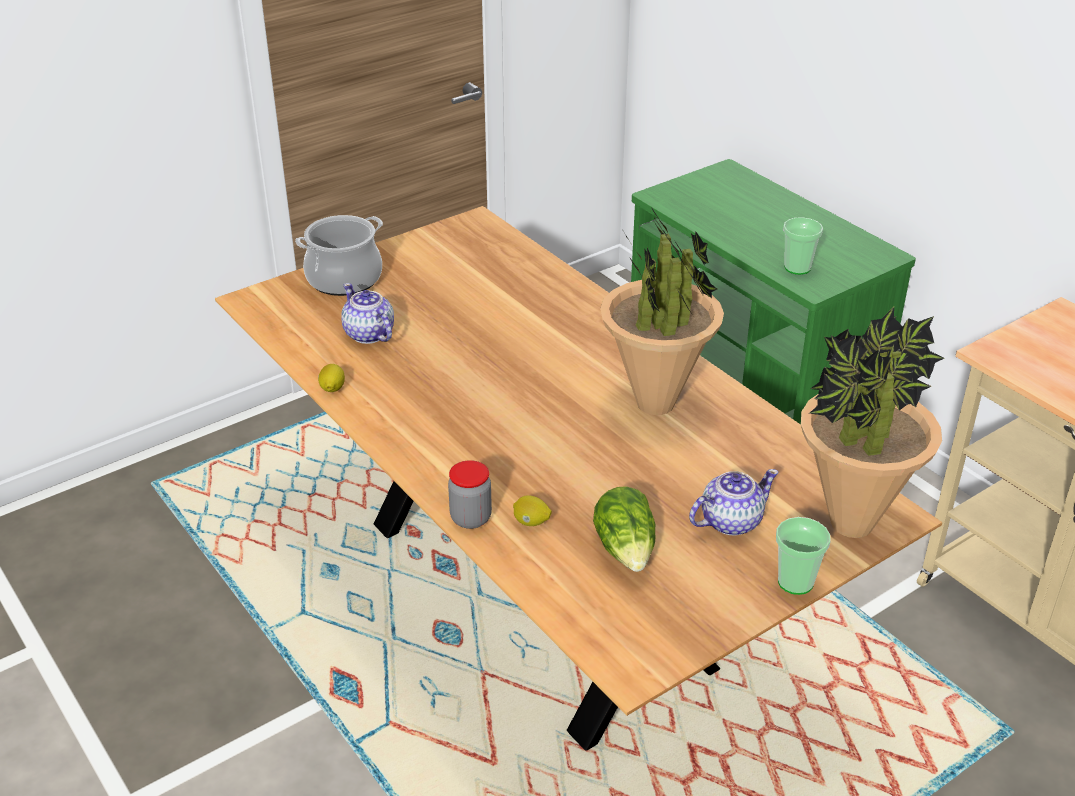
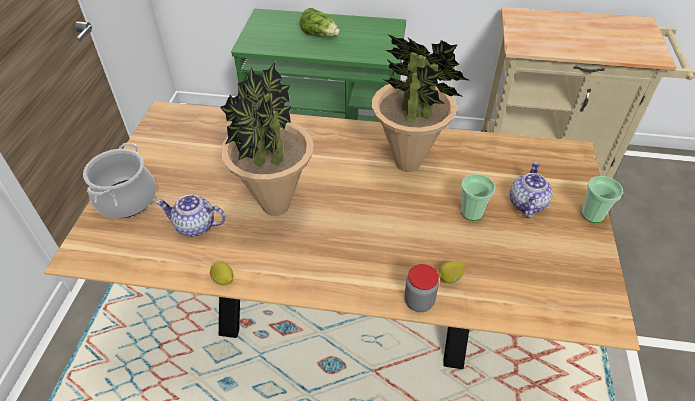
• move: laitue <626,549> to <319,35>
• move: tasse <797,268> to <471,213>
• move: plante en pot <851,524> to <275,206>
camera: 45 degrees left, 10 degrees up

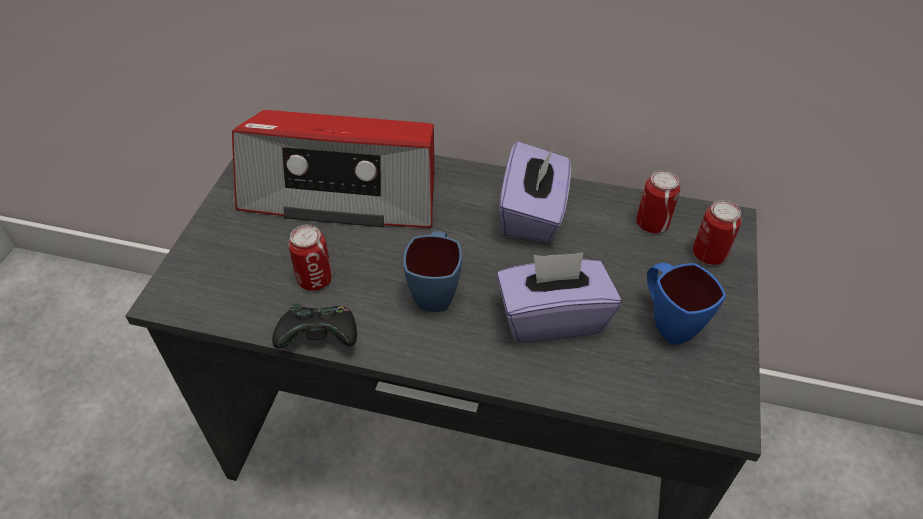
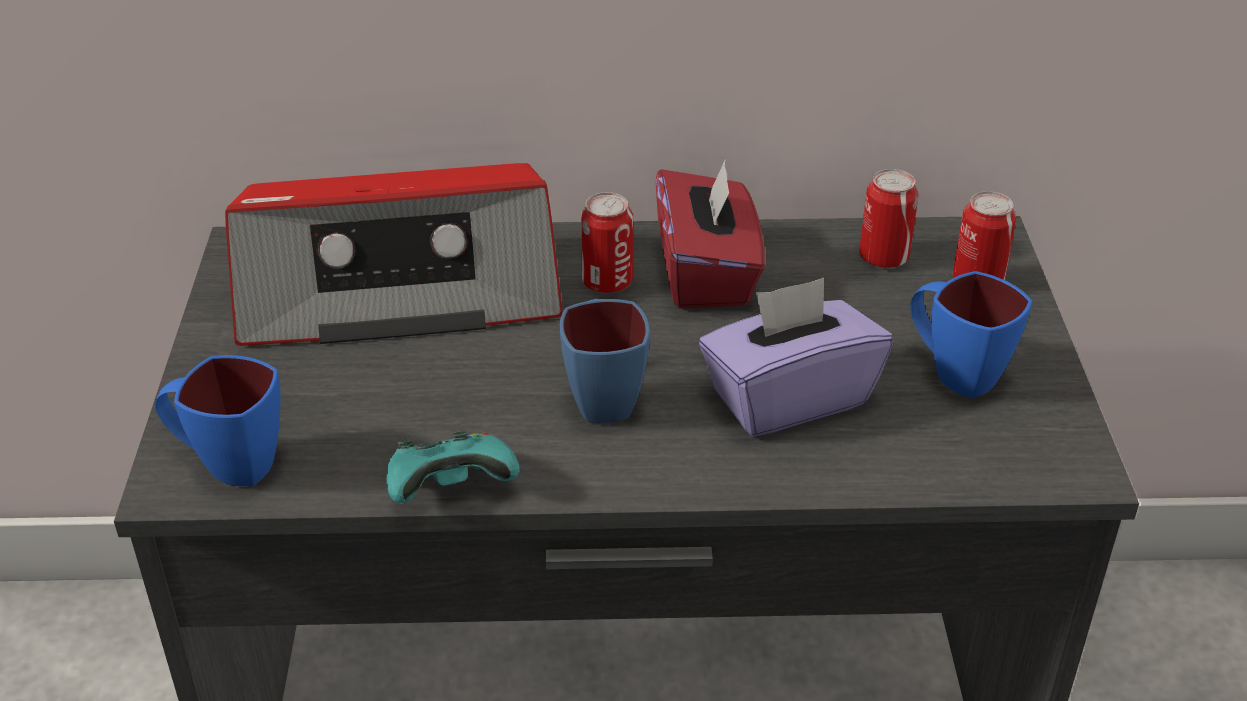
• recolor: manette (noir) <320,338> to manette (turquoise) <451,489>
• move: boîte métallique <315,279> to <607,282>
• recolor: boîte à mouchoirs (violet) <533,214> to boîte à mouchoirs (rouge) <707,274>
• insert: mug (bleu) <228,464>
camera: 15 degrees left, 10 degrees down

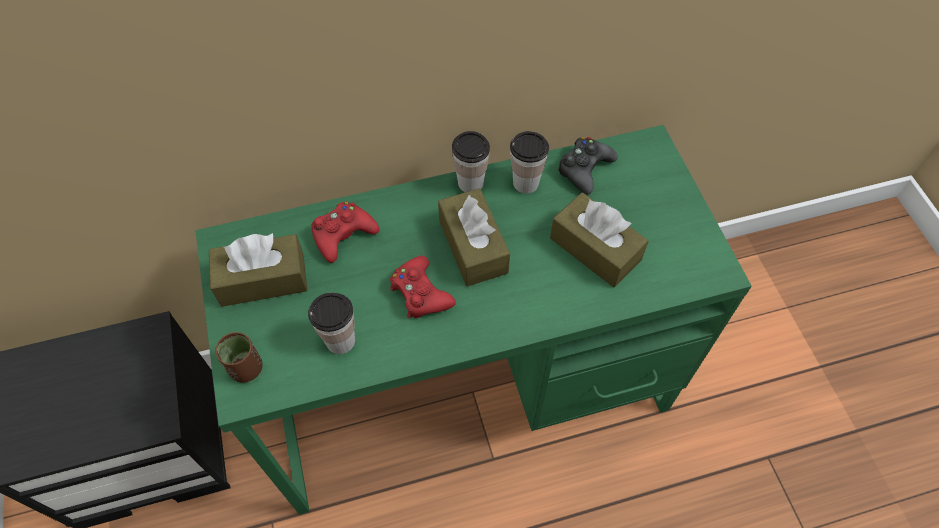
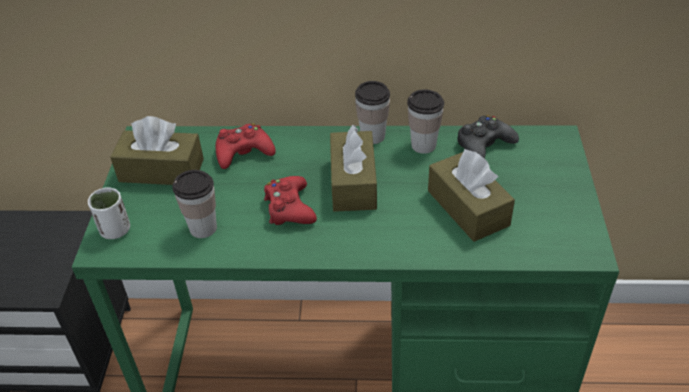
• recolor: tasse (marron) <246,368> to tasse (blanc) <115,230>
camera: 20 degrees right, 15 degrees down

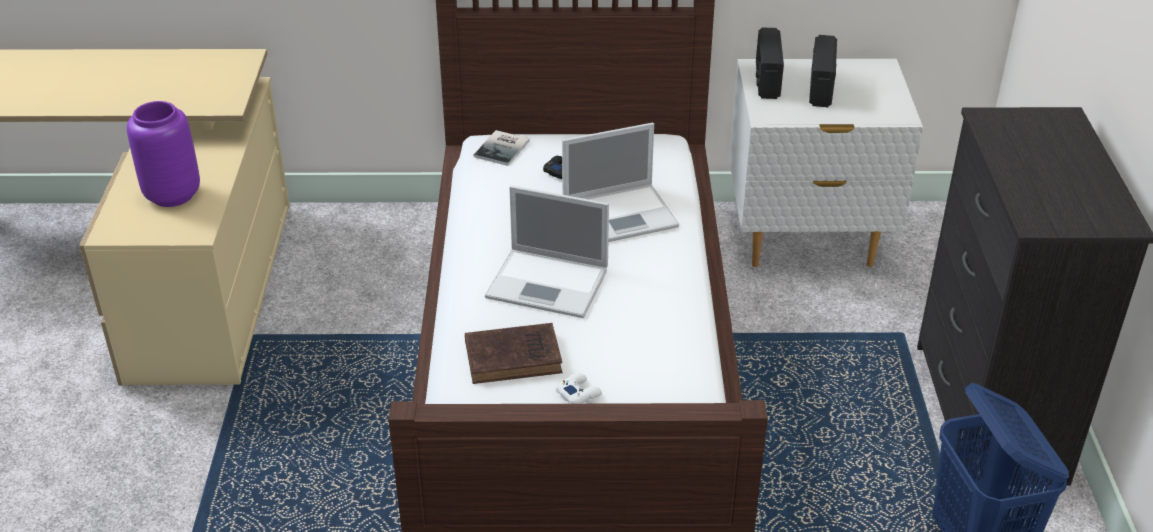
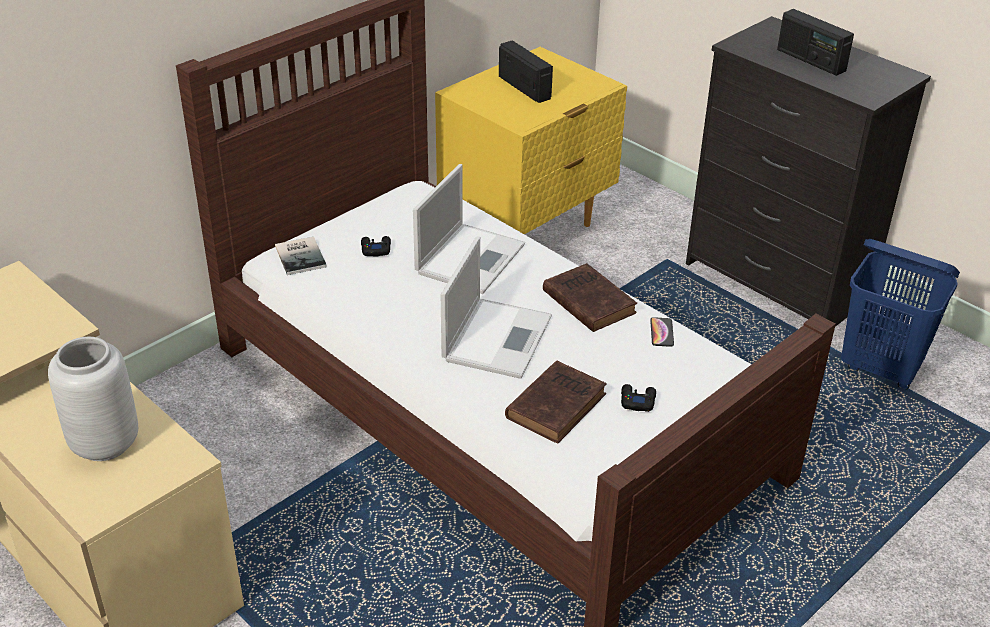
• recolor: vase (violet) <172,196> to vase (gris) <105,444>
• rotate: ordinateur portable <549,283> = <497,337> 45 degrees counterclockwise
• recolor: manette (blanc) <578,393> to manette (noir) <637,401>
• recolor: table de chevet (blanc) <807,241> to table de chevet (jaune) <526,230>
• move: radio <766,80> to <810,60>
• insert: livre (marron) <587,301>
• insert: téléphone <661,332>
camera: 45 degrees left, 0 degrees up

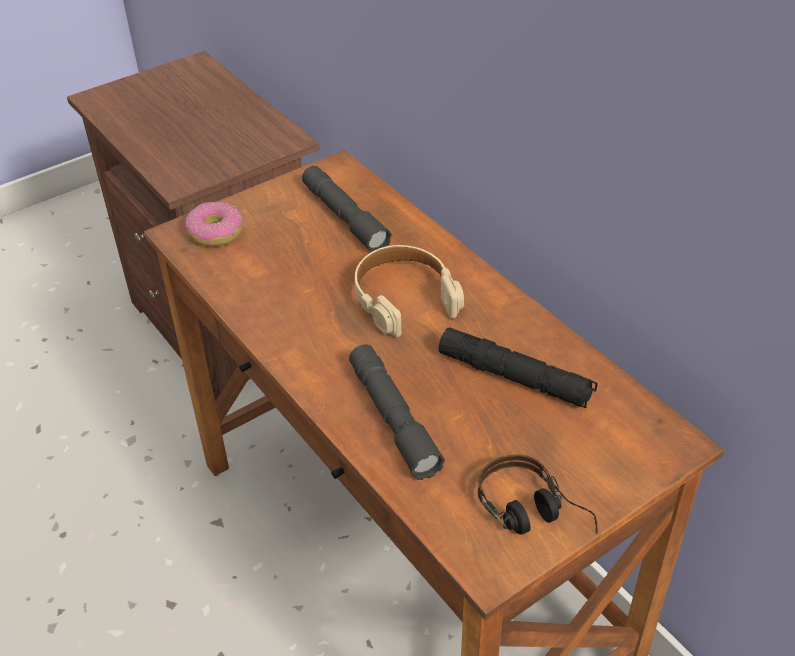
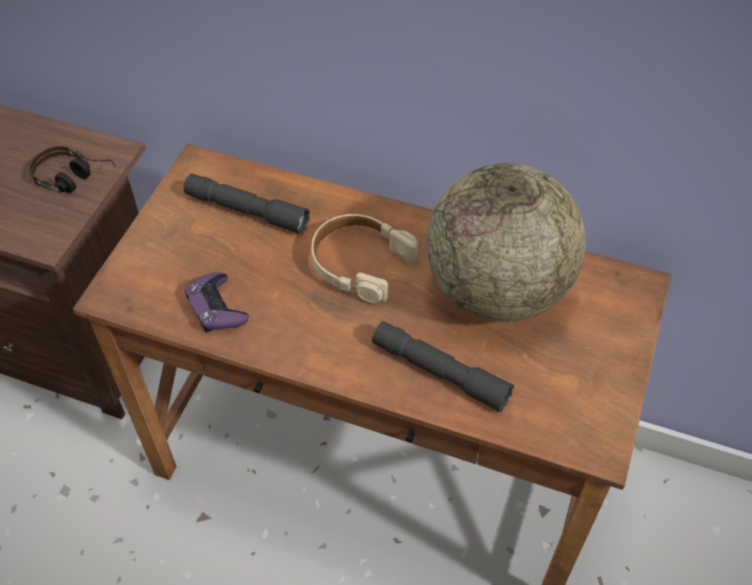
• delete: beignet <215,232>
• replace: lampe de poche (noir) <515,377> to globe <497,290>
• move: casque audio <534,517> to <76,180>
• insert: manette (violet) <216,307>
camera: 35 degrees left, 10 degrees up

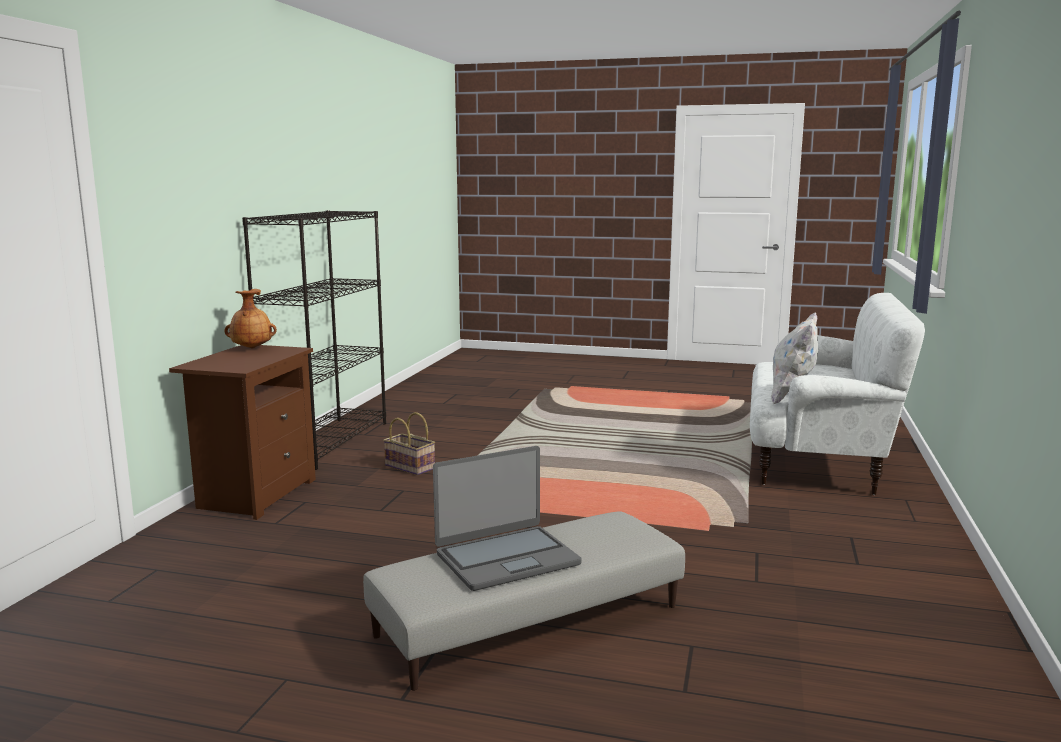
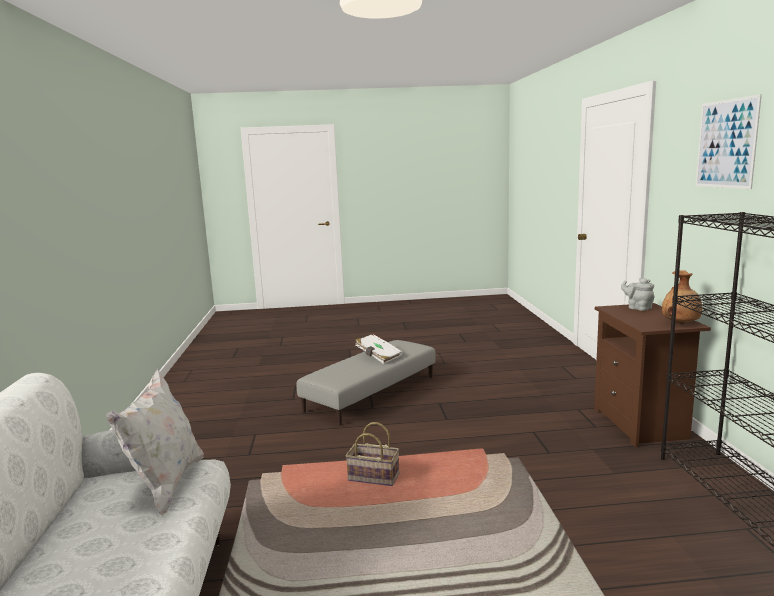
• move: panier <411,467> to <372,478>
• replace: ordinateur portable <506,558> to livre (blanc) <378,357>
• insert: théière (gris) <638,308>
• insert: tableau <726,144>
camera: 160 degrees right, 0 degrees up

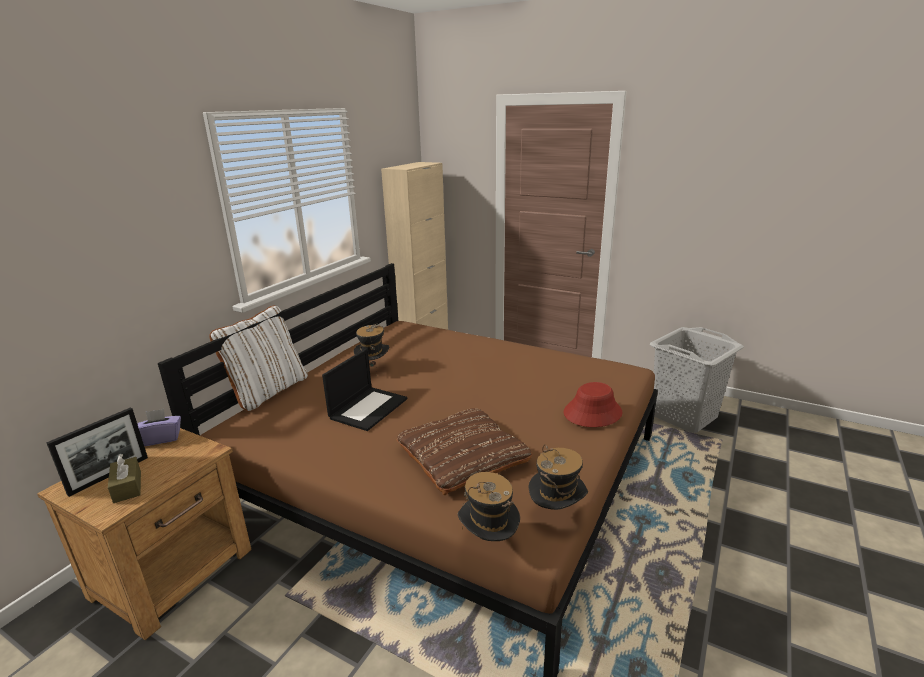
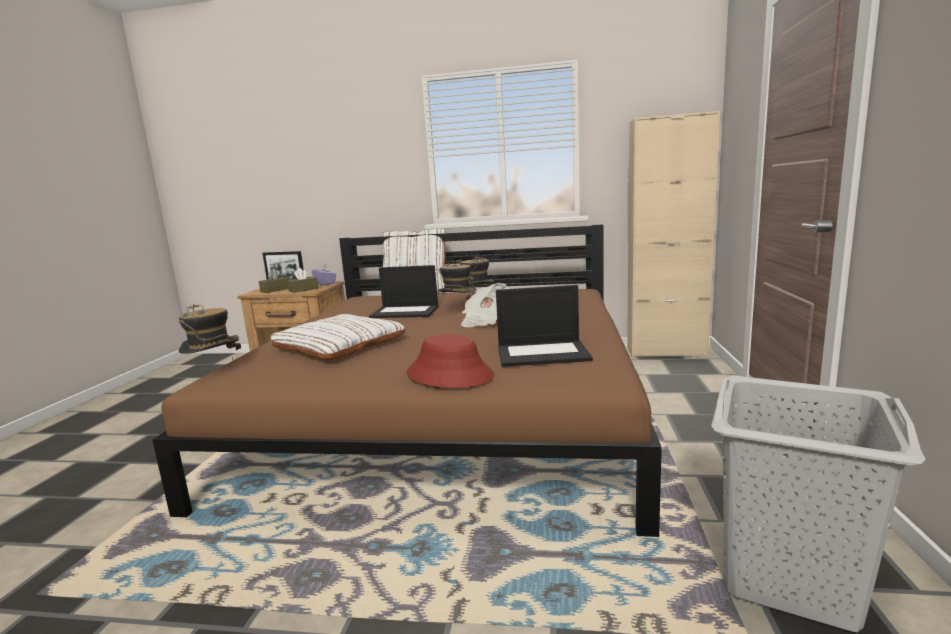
• recolor: coussin (marron) <462,456> to coussin (blanc) <340,345>
• move: chapeau <556,514> to <458,309>
• insert: boîte à mouchoirs (marron) <303,290>
• insert: journal <487,321>
• insert: ordinateur portable <543,353>
camera: 70 degrees right, 10 degrees down

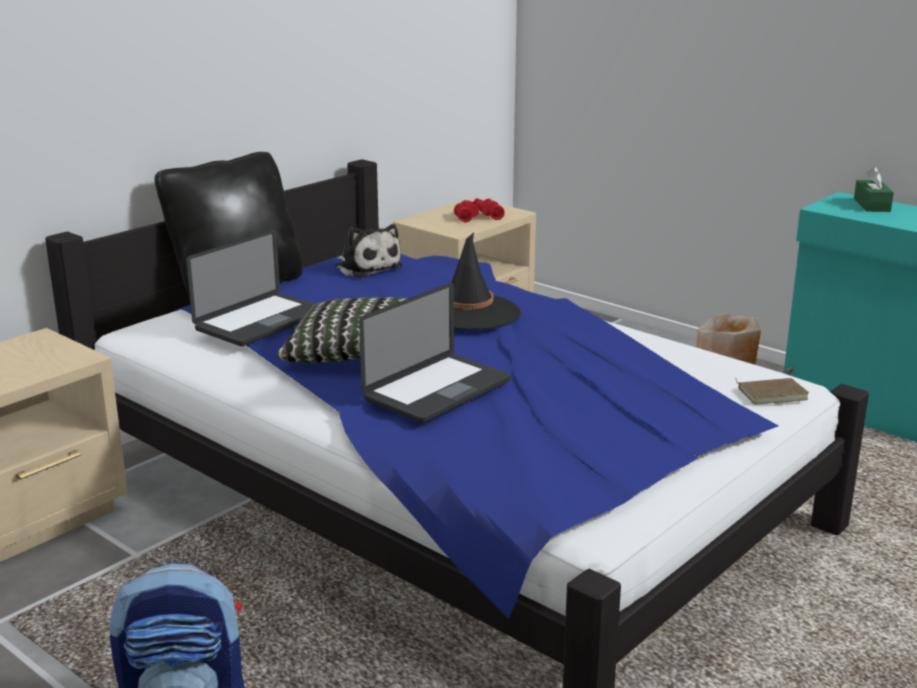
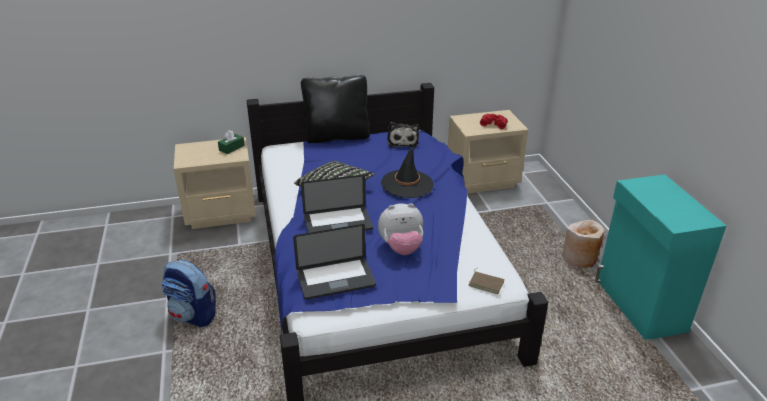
• move: ordinateur portable <261,322> to <335,279>
• move: boîte à mouchoirs (vert) <871,205> to <231,148>
• insert: peluche <401,248>
camera: 35 degrees right, 10 degrees up

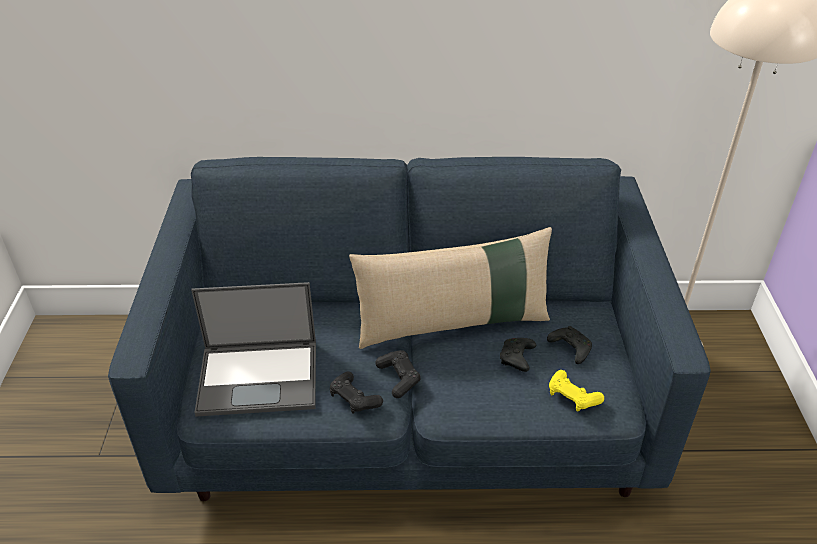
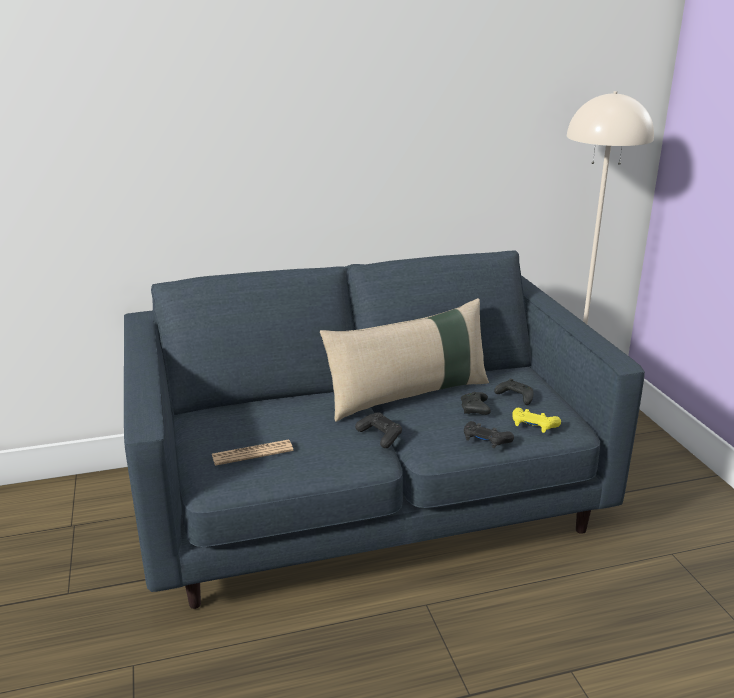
• replace: ordinateur portable <260,377> to journal <252,453>
• move: manette (noir) <354,399> to <485,441>
camera: 15 degrees left, 15 degrees down

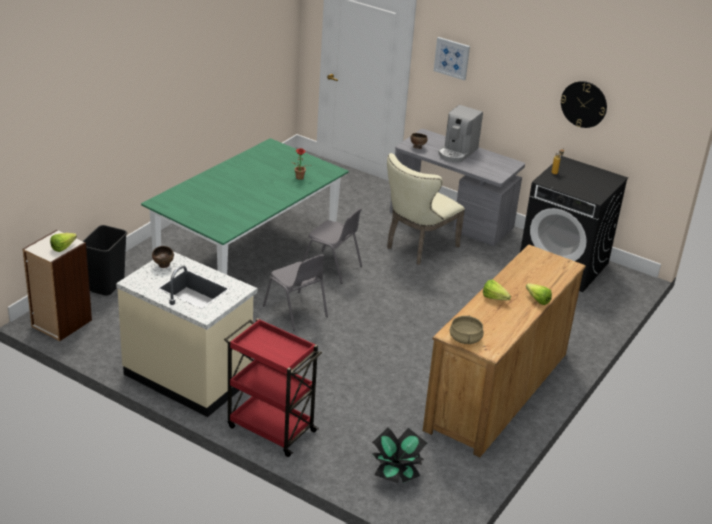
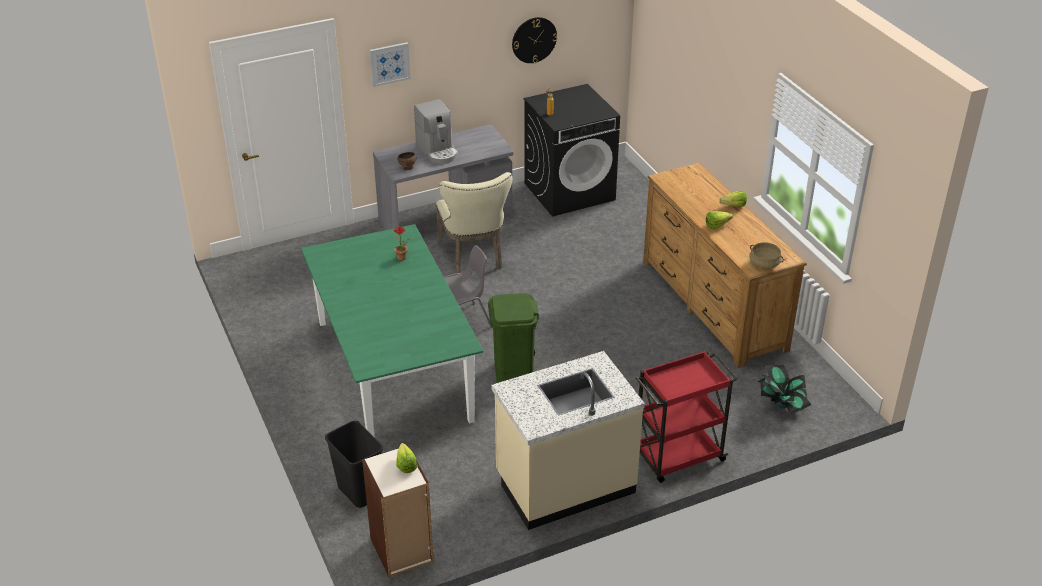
• delete: bol (marron) <163,266>
• replace: chaise (gris) <296,311> to poubelle (vert) <514,373>
camera: 55 degrees left, 5 degrees up

